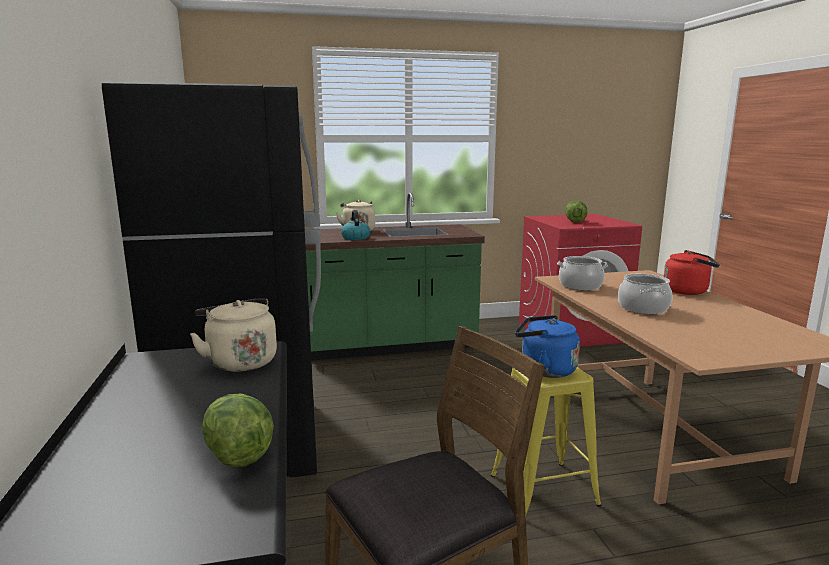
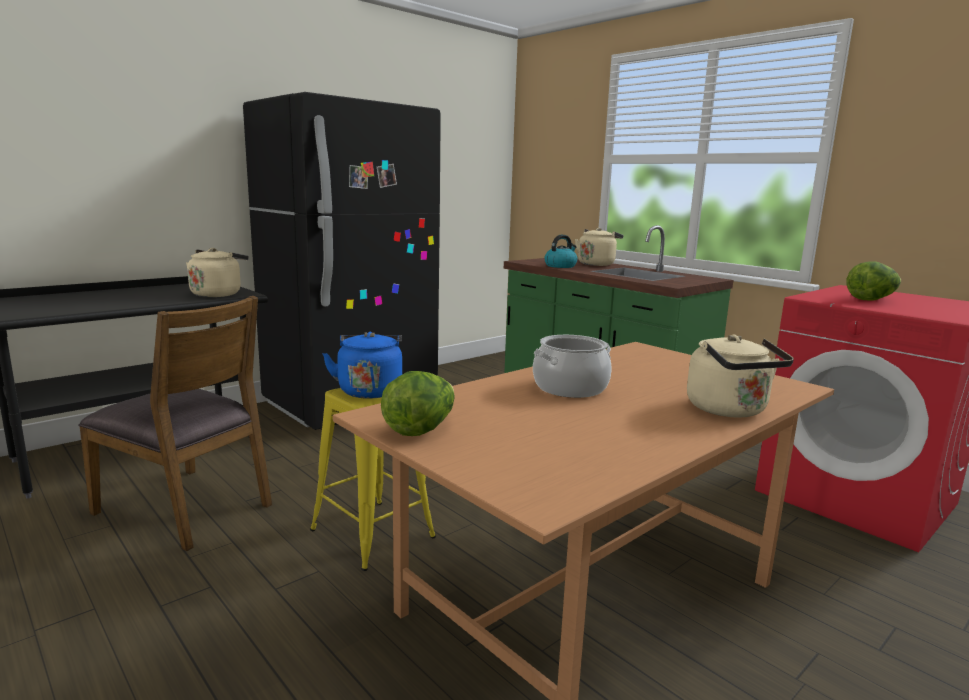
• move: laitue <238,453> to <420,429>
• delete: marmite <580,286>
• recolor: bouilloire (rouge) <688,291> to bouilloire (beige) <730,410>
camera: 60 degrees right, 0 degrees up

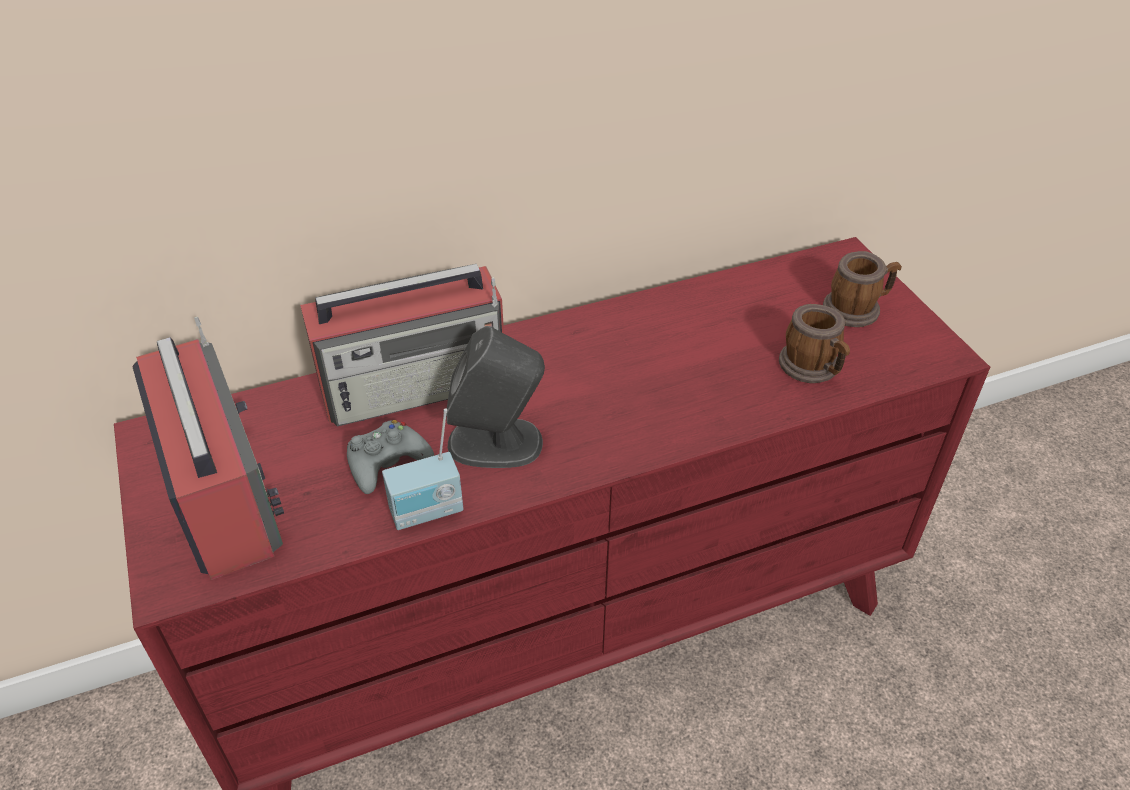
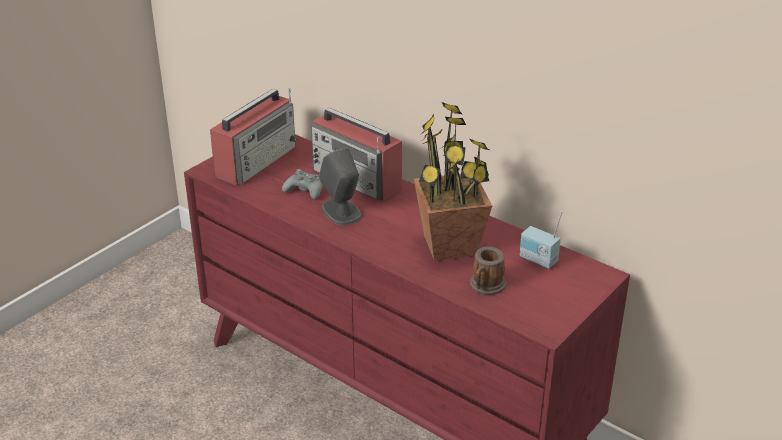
• move: radio <427,512> to <537,260>
• delete: mug <857,309>
• insert: plante en pot <451,246>
camera: 60 degrees right, 10 degrees down

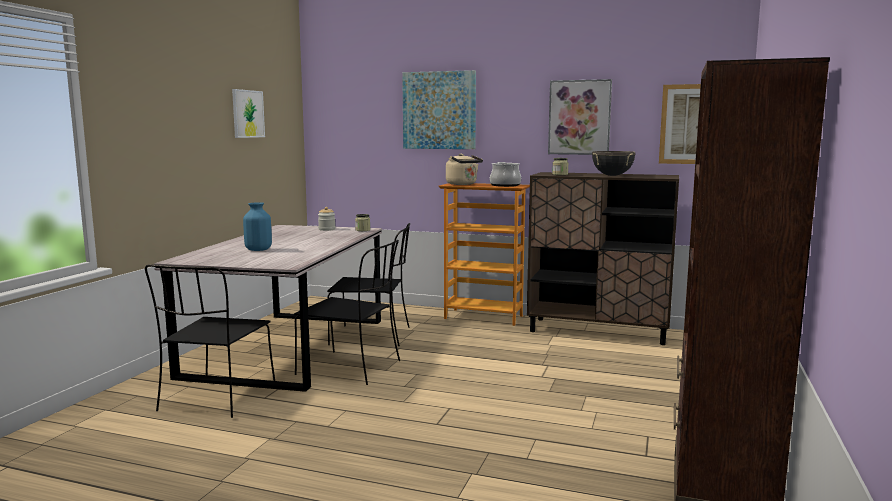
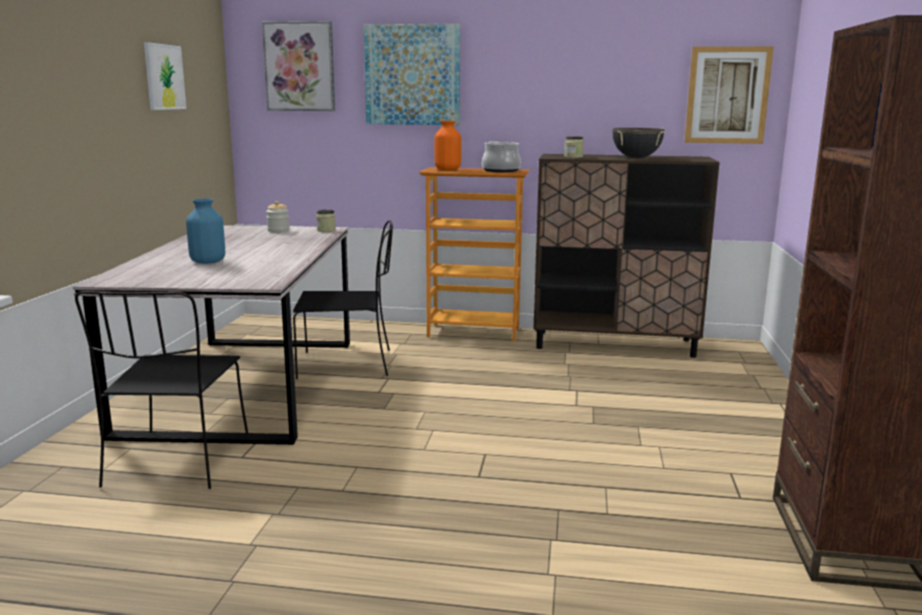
• delete: chaise (noir) <351,368>
• replace: bouilloire (beige) <463,184> to vase (orange) <447,169>
• move: tableau <579,117> to <299,67>
camera: 10 degrees left, 5 degrees up

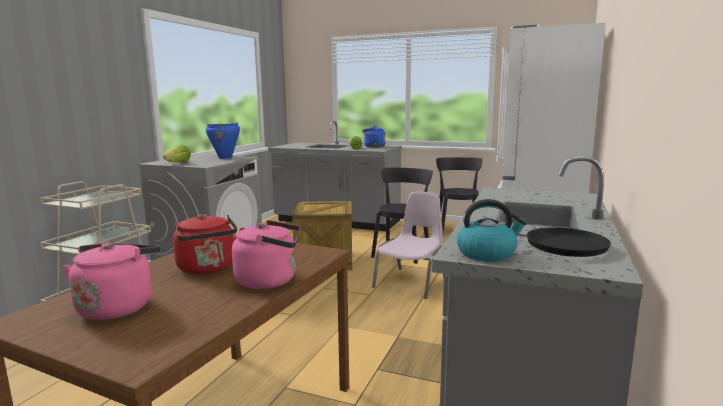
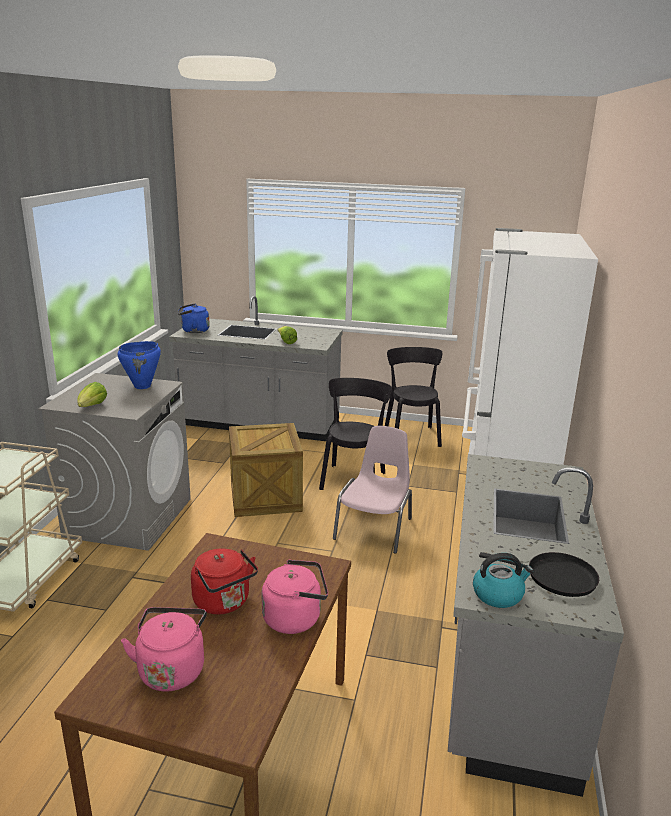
• move: bouilloire (bleu) <373,147> to <193,331>
camera: 10 degrees left, 10 degrees up

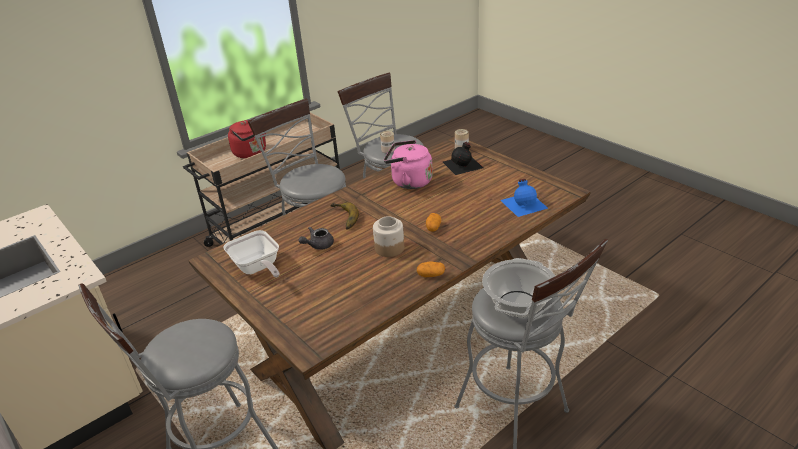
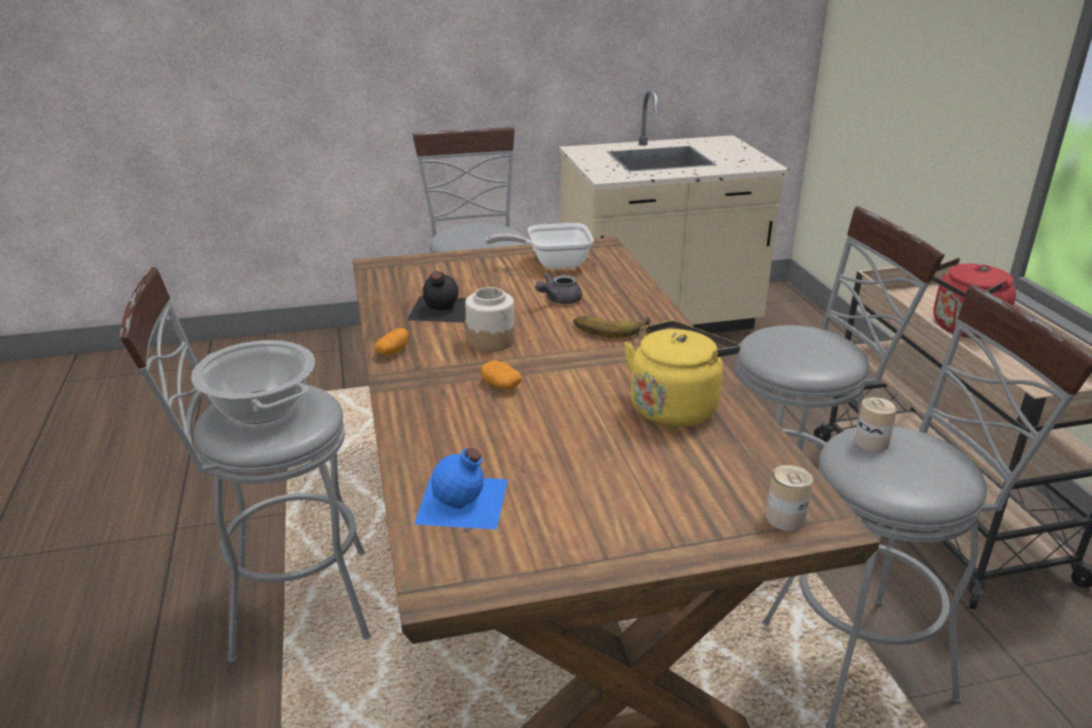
• rotate: théière (gris) <318,245> = <559,300> 120 degrees counterclockwise
• recolor: bouilloire (rose) <409,182> to bouilloire (jaune) <676,407>
• move: bouteille (noir) <463,164> to <439,309>
camera: 115 degrees right, 5 degrees down

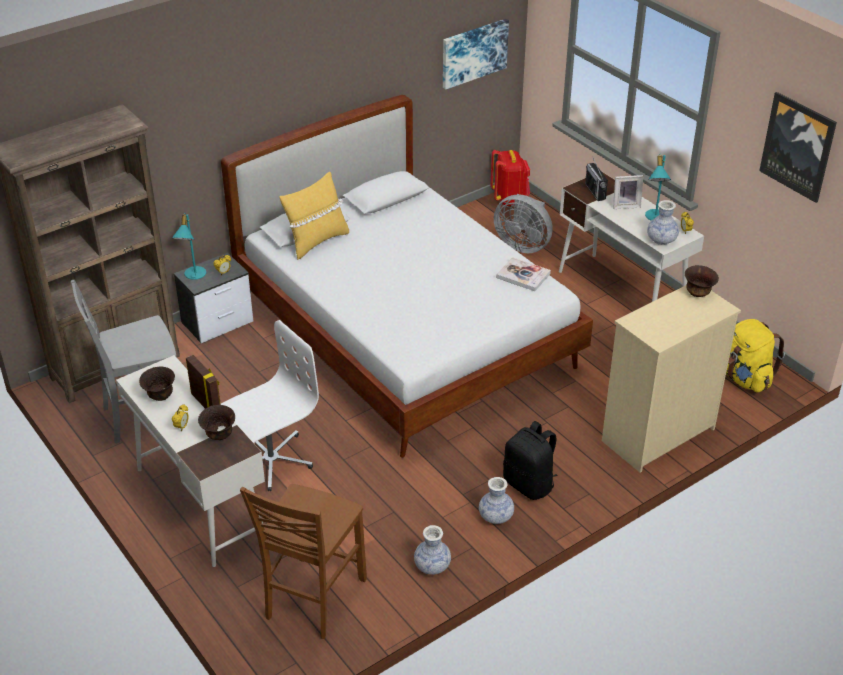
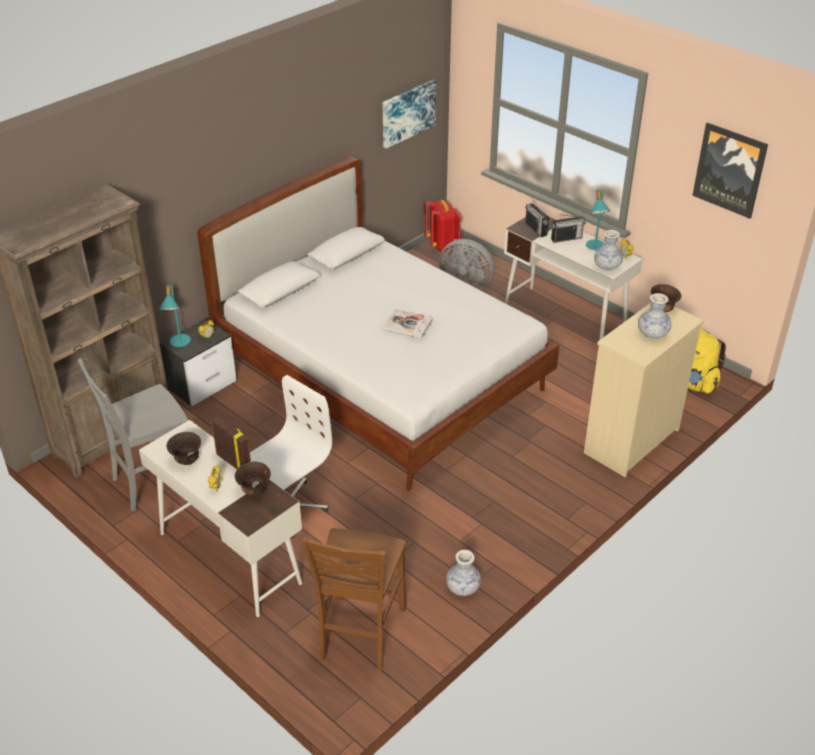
• delete: coussin (jaune) <316,242>
• move: vase <496,517> to <652,334>
• move: livre <523,275> to <408,325>
• delete: sac à dos (noir) <529,484>
• replace: cadre photo <625,205> to radio <566,238>
camera: 10 degrees left, 0 degrees up

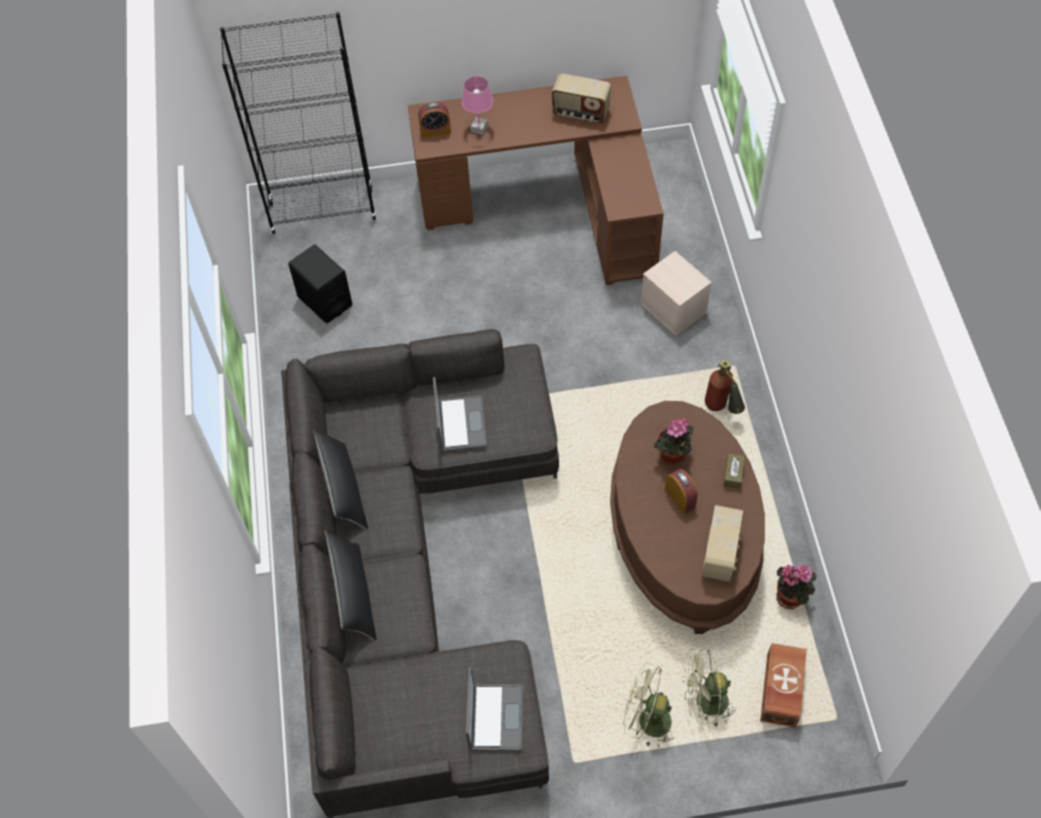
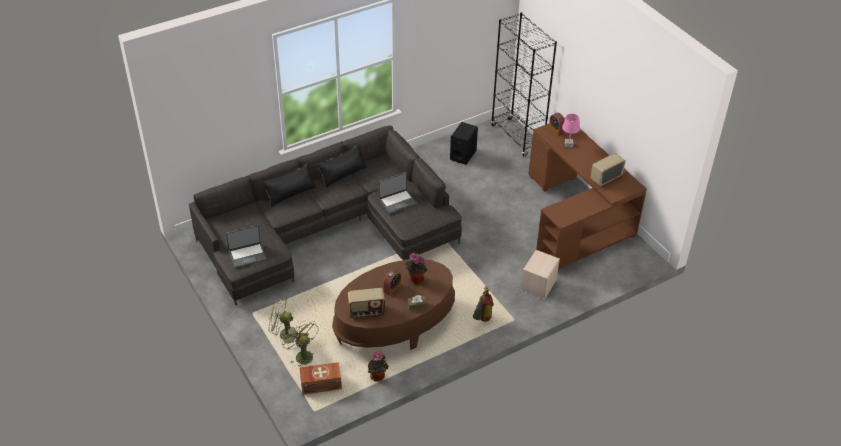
• rotate: radio <580,113> = <605,178> 60 degrees clockwise
• rotate: ventilateur (vert) <647,721> = <283,335> 75 degrees counterclockwise
camera: 65 degrees right, 15 degrees down

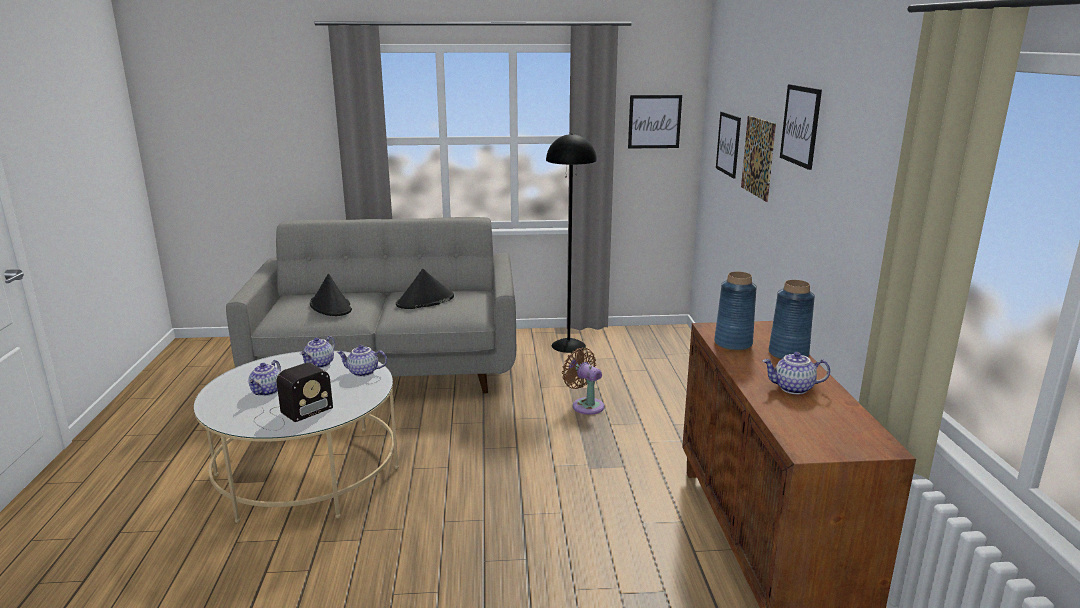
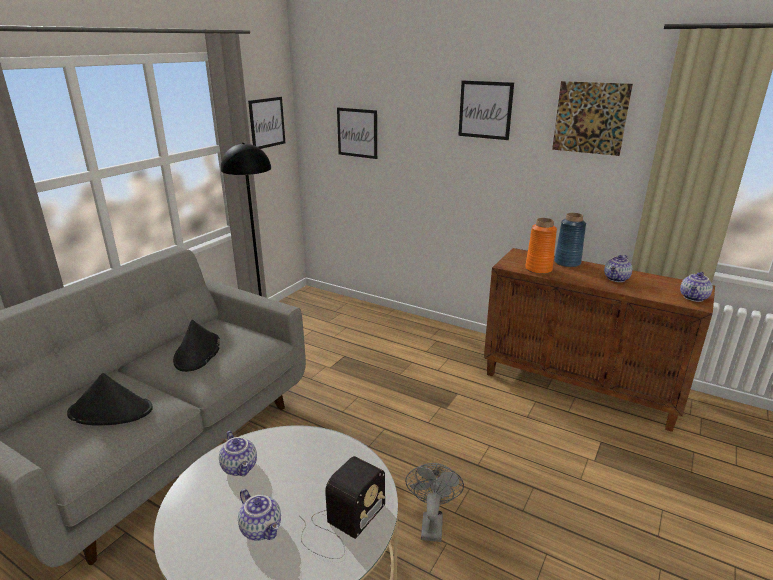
• rotate: radio <290,414> = <341,524> 45 degrees clockwise
• move: théière <362,373> to <694,298>
• delete: ventilateur (marron) <585,405>
• recolor: vase (bleu) <733,344> to vase (orange) <539,269>
• move: tableau <758,157> to <590,118>
• insert: ventilateur (gris) <431,522>
camera: 55 degrees left, 5 degrees up

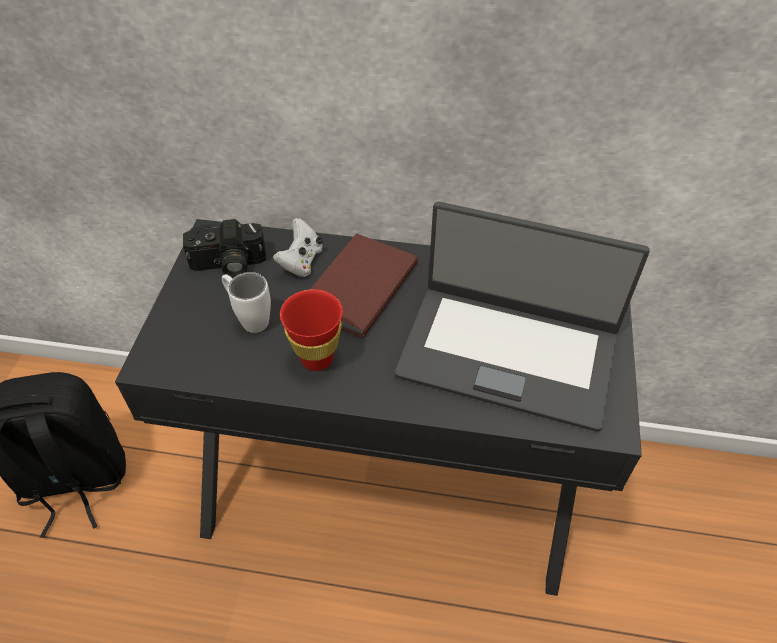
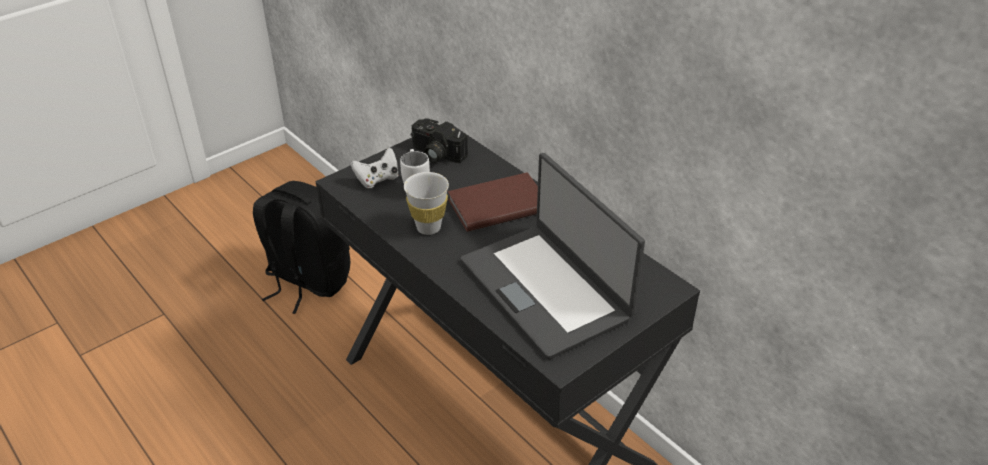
• move: manette (blanc) <301,261> to <377,179>
• recolor: tasse (rouge) <317,358> to tasse (blanc) <428,227>
camera: 40 degrees right, 10 degrees down

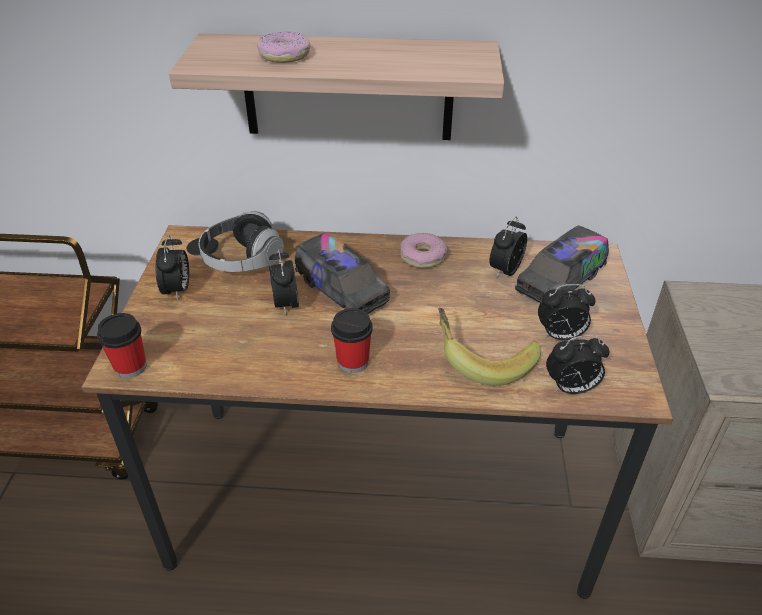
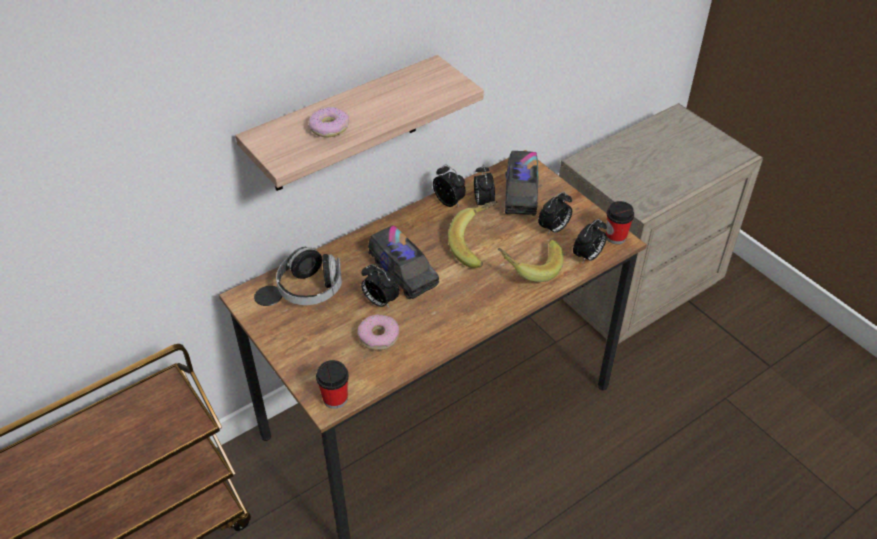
• move: réveil <178,290> to <449,202>
• rotate: camion jouet <341,291> = <403,272> 45 degrees clockwise
• move: tasse <353,362> to <615,237>
• move: beignet <423,257> to <378,336>
• insert: banane <478,245>
camera: 40 degrees left, 5 degrees up

